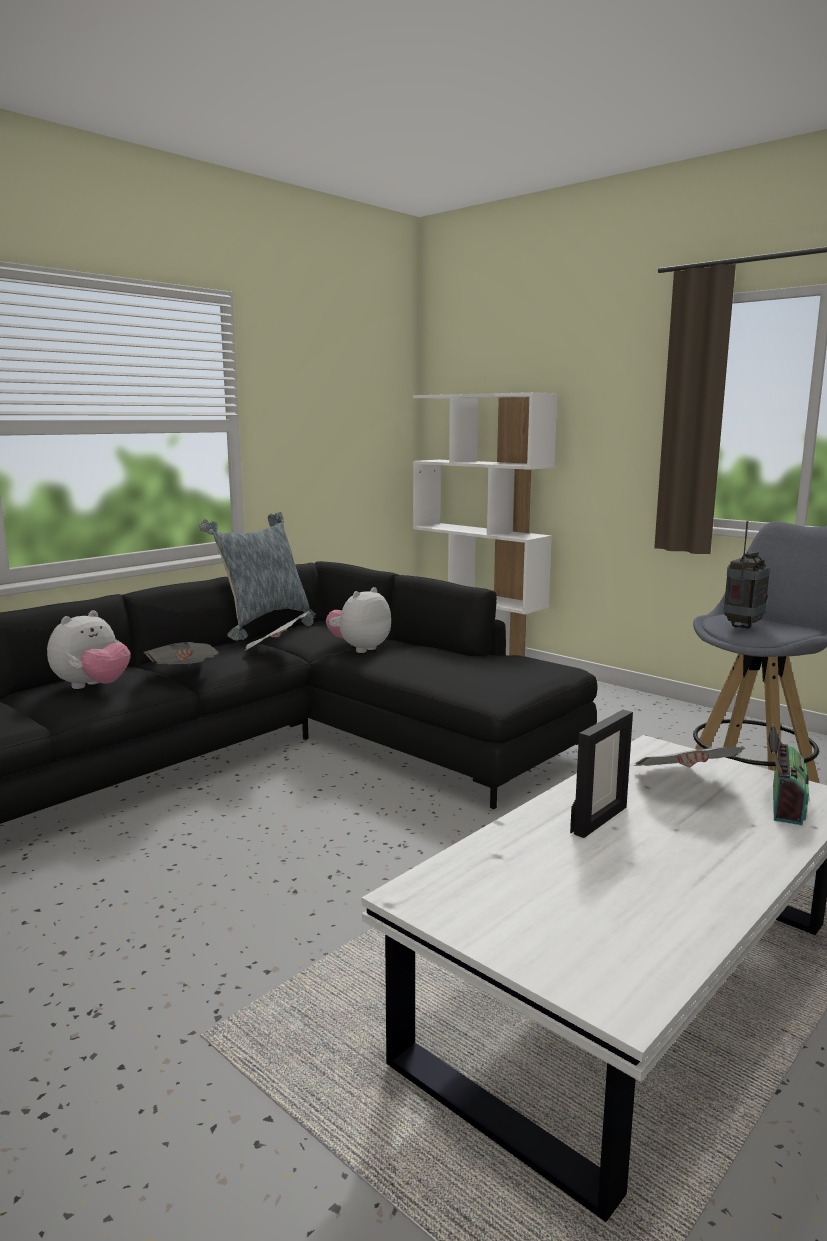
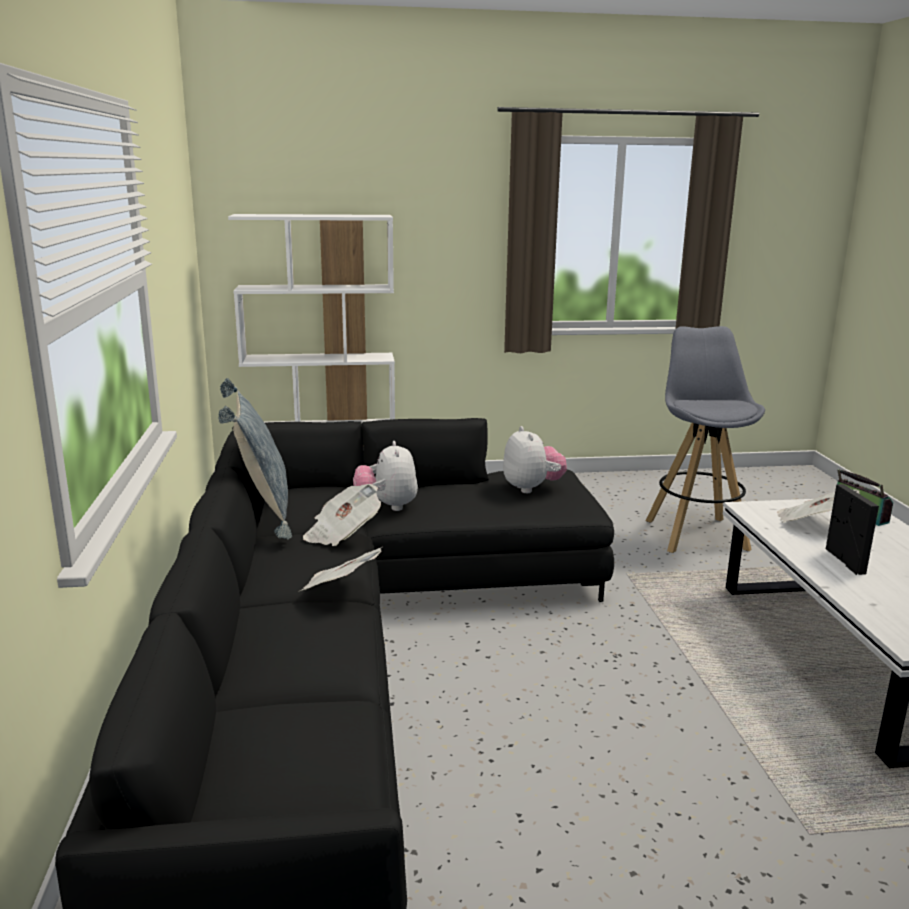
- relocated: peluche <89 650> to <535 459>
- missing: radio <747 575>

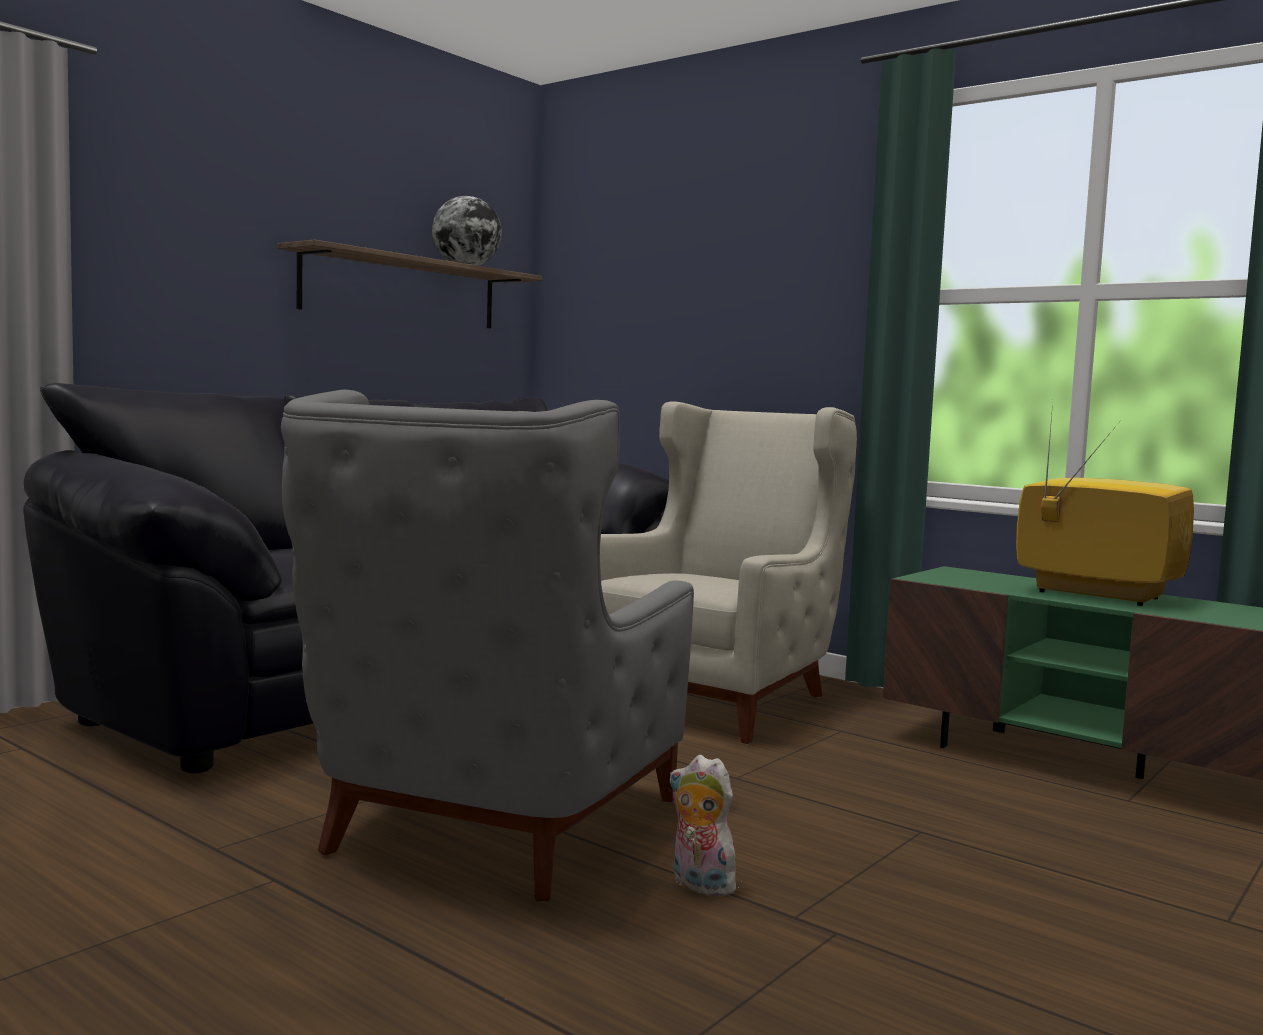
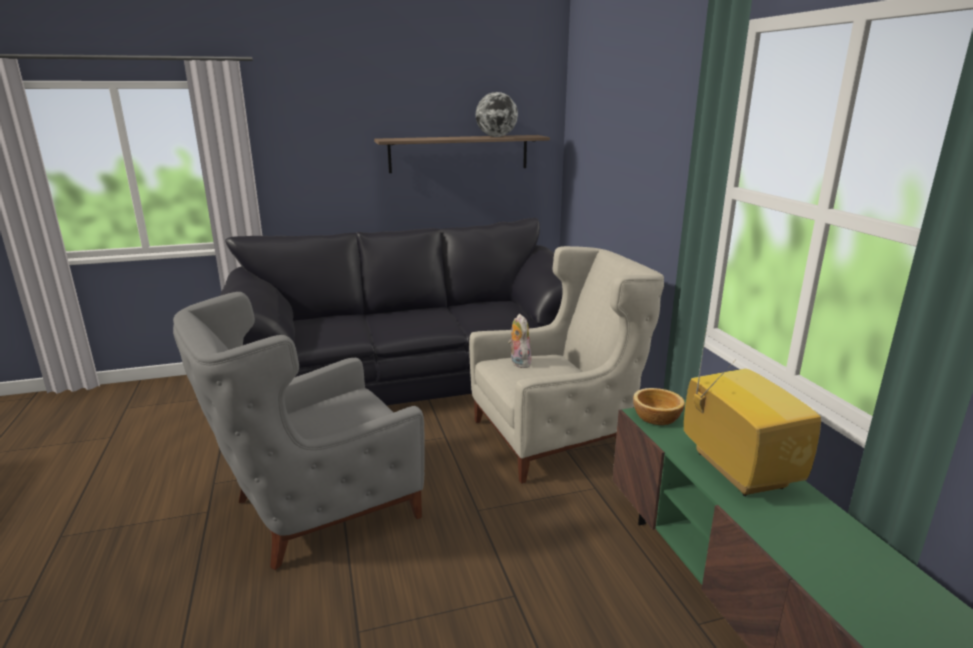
- relocated: peluche <707 826> to <520 341>
- appeared: bol <659 406>

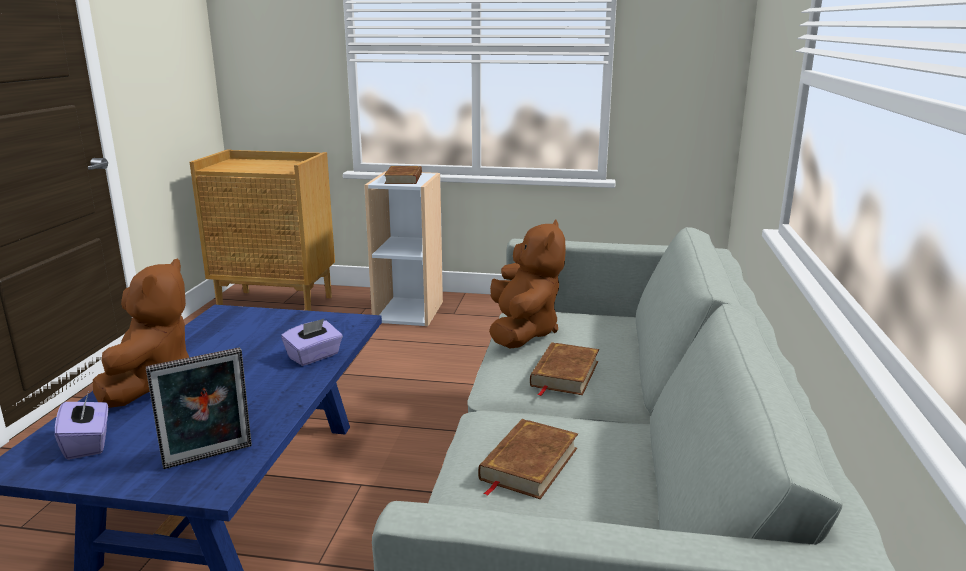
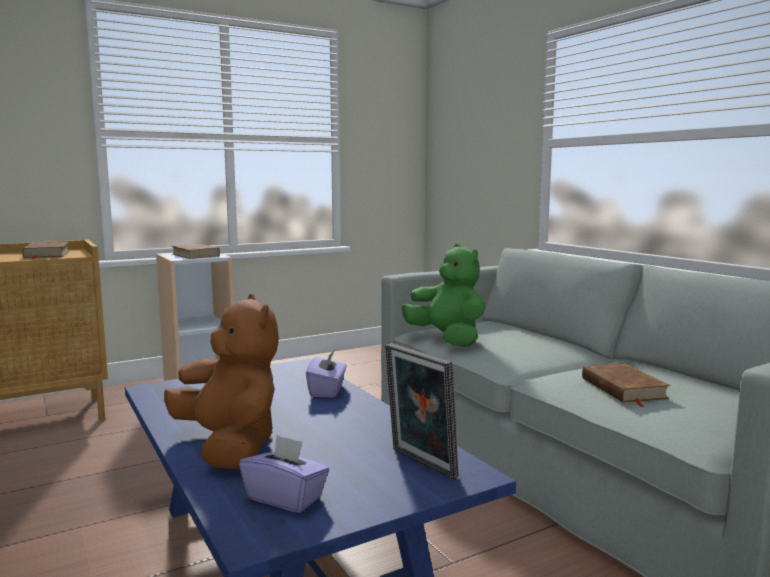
- spun: cadre photo <199 408> = <421 411> 120 degrees clockwise
- colour: peluche/marron <527 283> to peluche/vert <443 295>
- relocated: livre/marron <564 369> to <45 250>

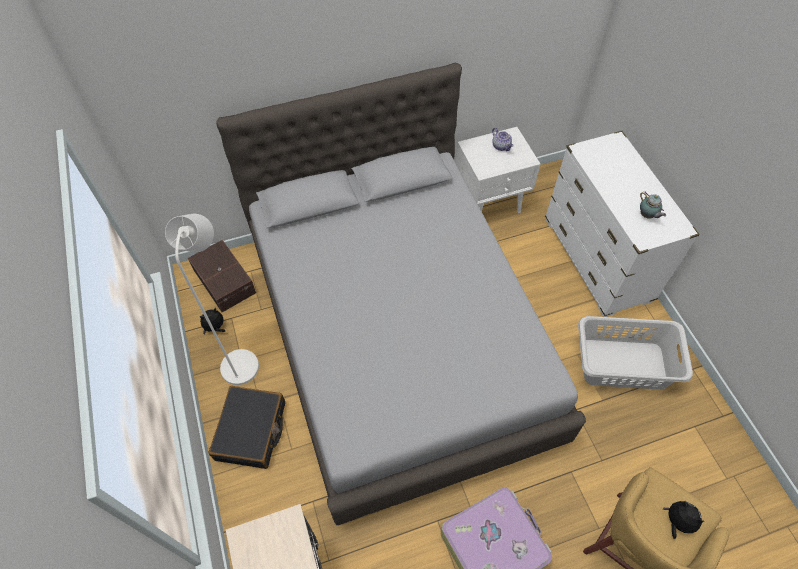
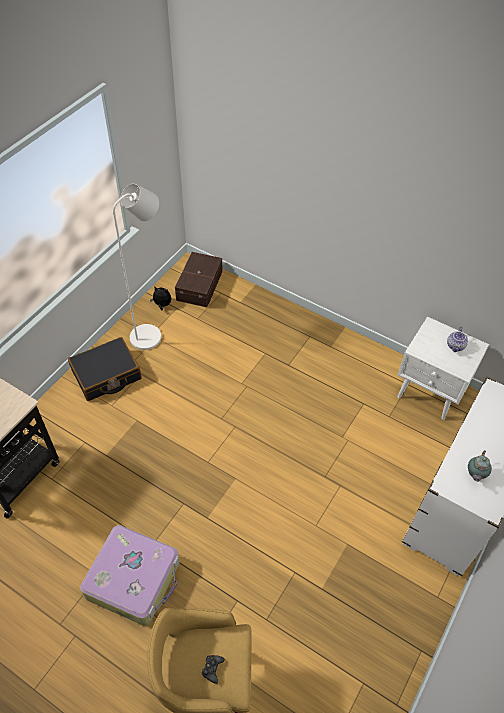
- missing: lit/gris <401 294>
- missing: panier à linge/gris <635 352>
- exchanged: peluche <683 520> to manette/noir <213 669>

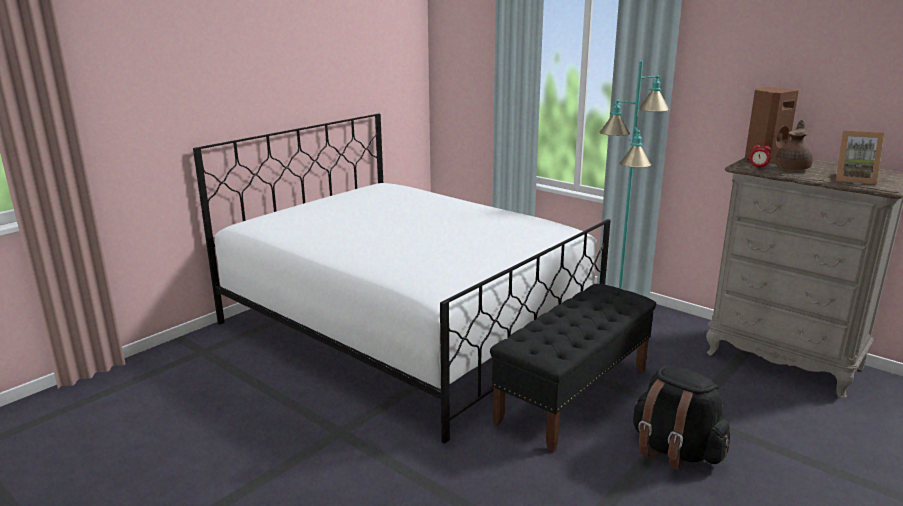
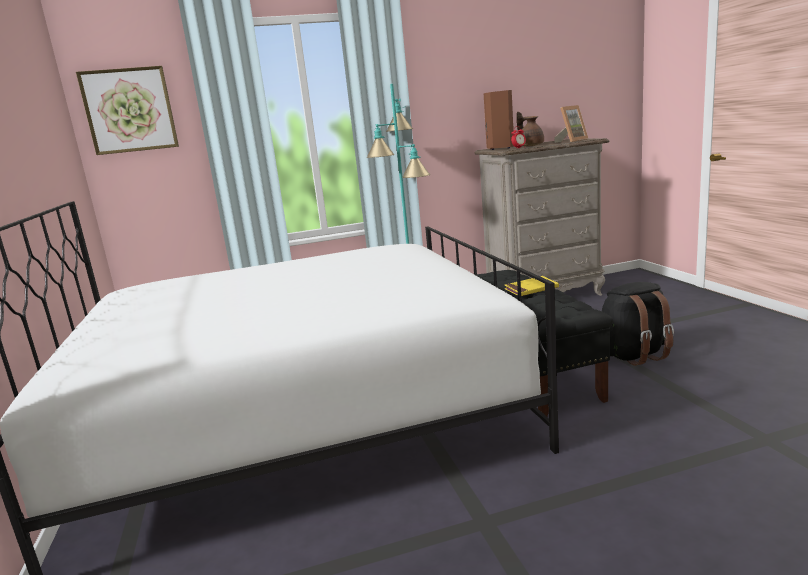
- appeared: tableau <127 110>
- appeared: livre/jaune <532 286>

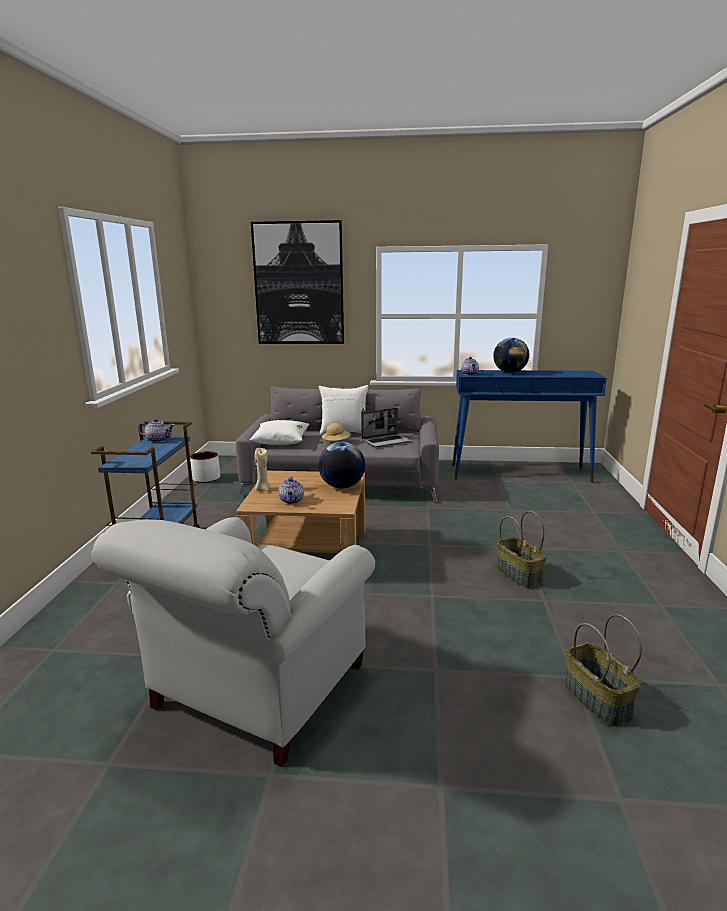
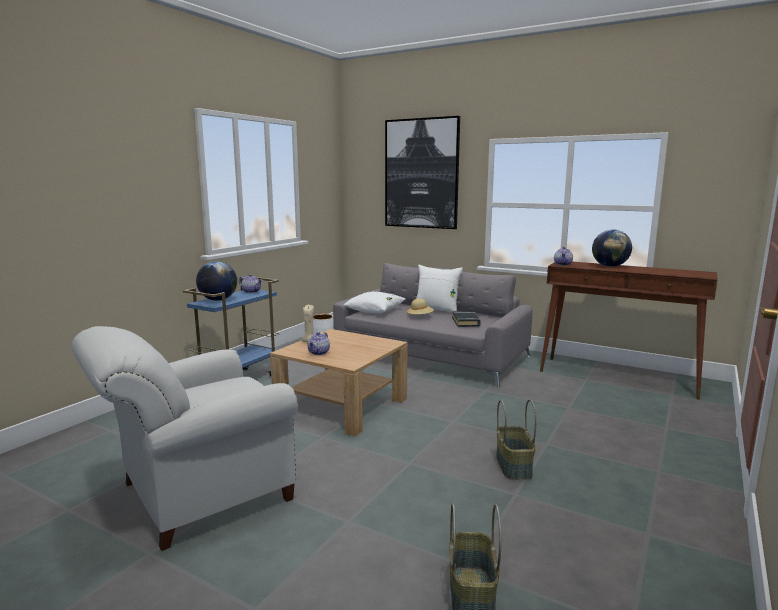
- relocated: globe <341 465> to <216 281>
- exchanged: ordinateur portable <386 427> to livre/noir <466 319>
- colour: table console/bleu <529 426> to table console/marron <629 331>

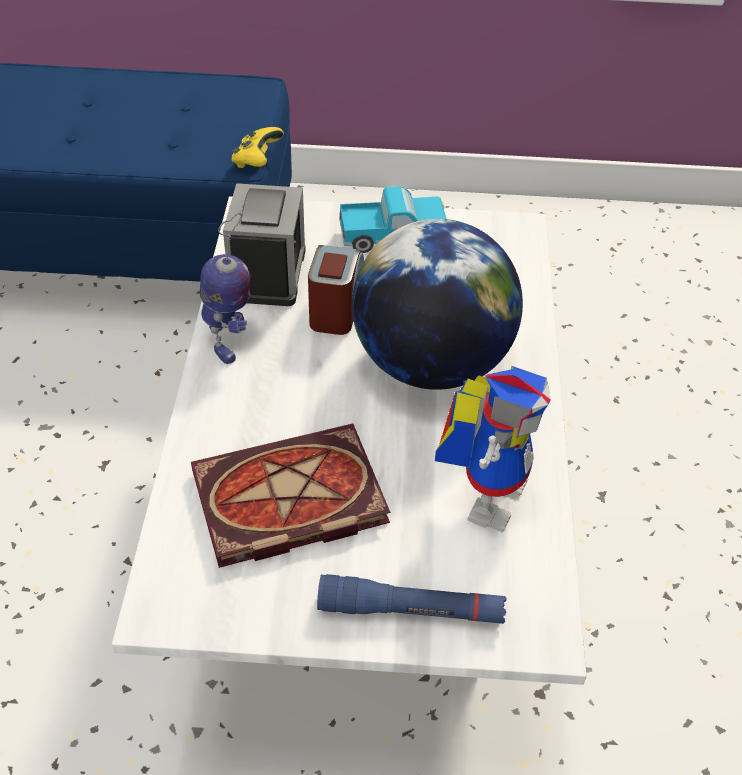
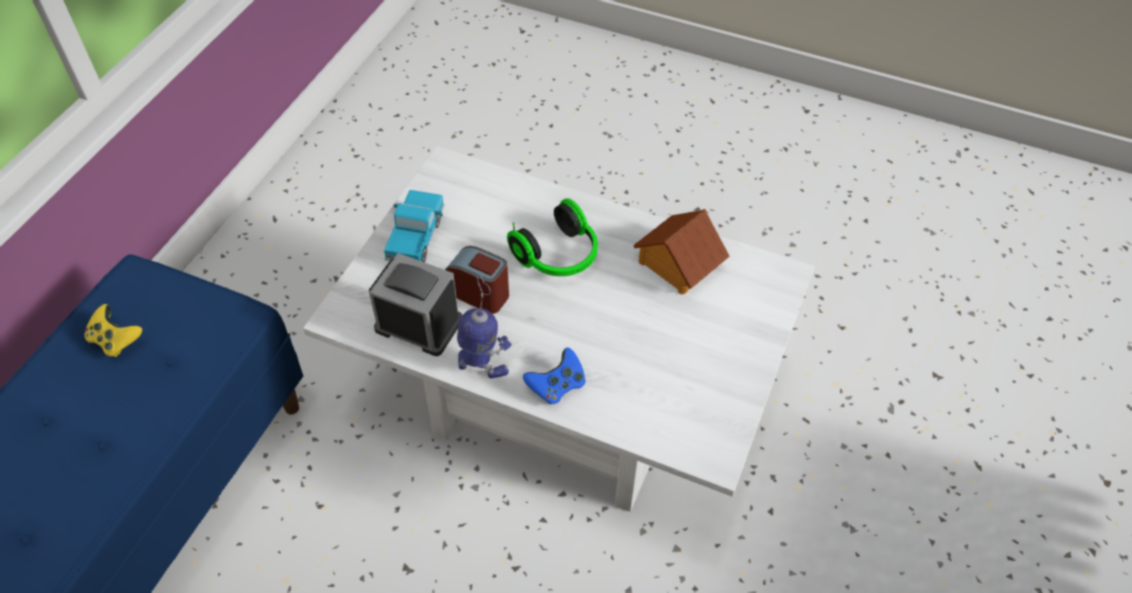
- missing: livre <290 495>
- relocated: manette/jaune <257 147> to <113 330>
- missing: lampe de poche/bleu <412 599>
- exchanged: globe <437 304> to casque audio <552 237>
- exchanged: robot jouet <493 449> to maison miniature <681 252>
- appeared: manette/bleu <554 375>

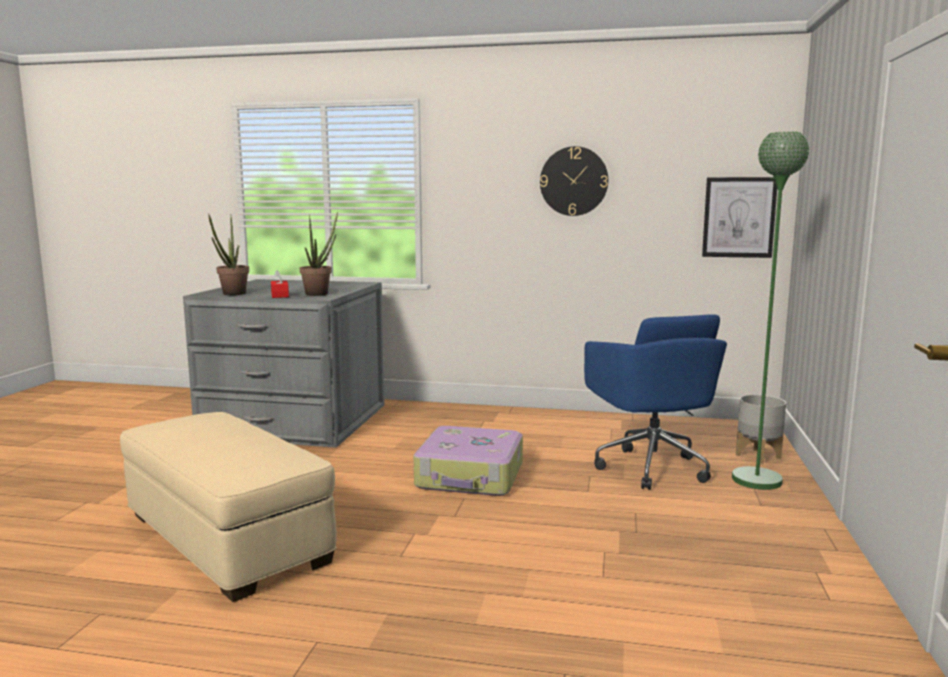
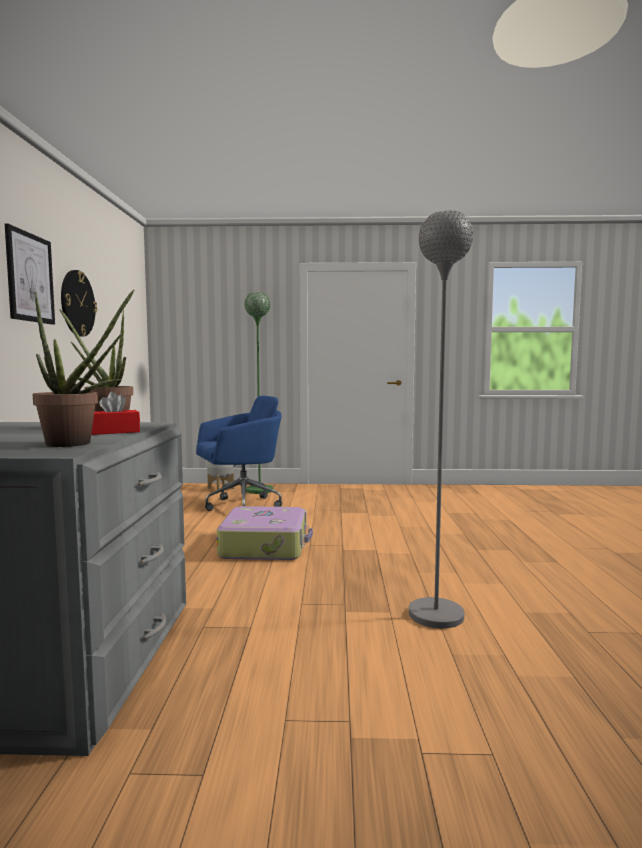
- exchanged: pouf/beige <228 507> to lampadaire/gris <441 419>
- relocated: tableau <739 217> to <30 274>

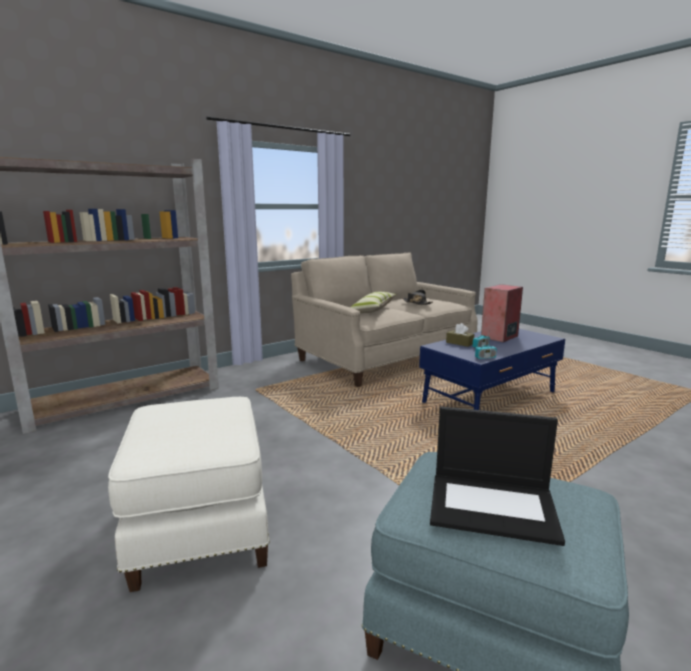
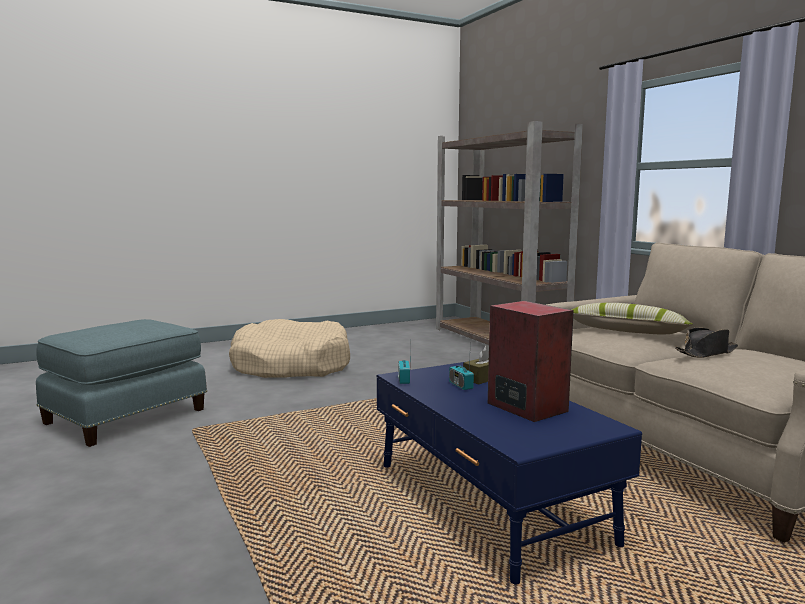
- exchanged: pouf/blanc <189 494> to panier pour chien/beige <289 348>
- missing: ordinateur portable <497 476>

